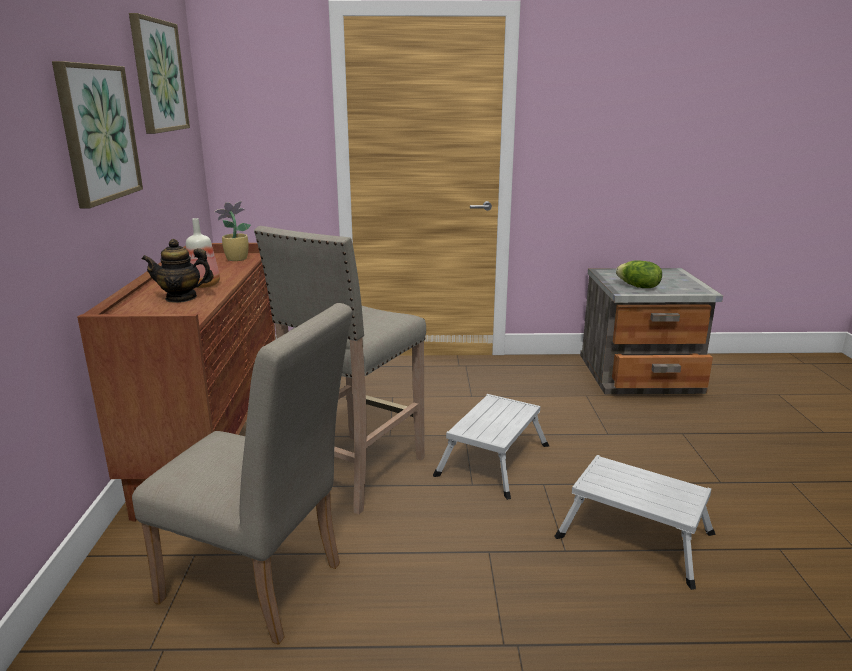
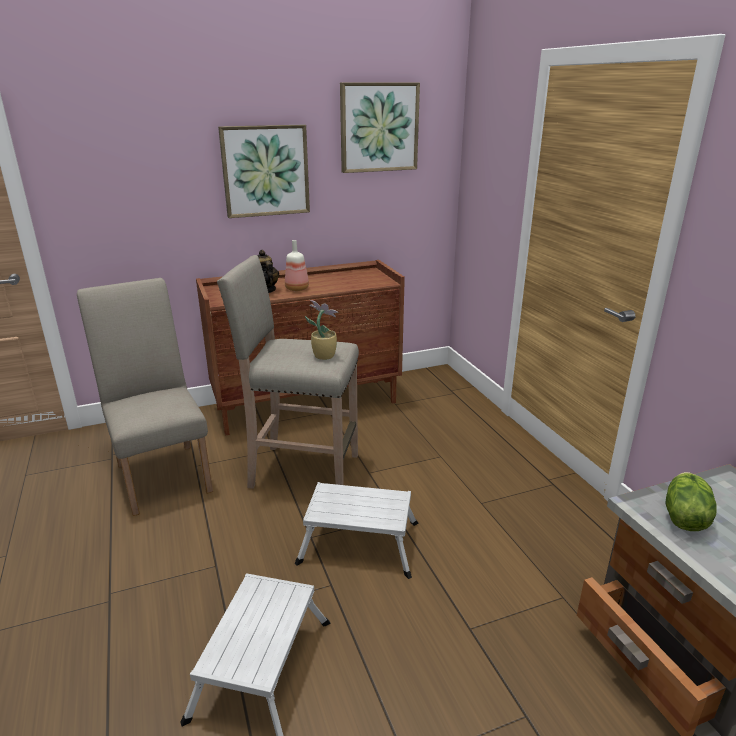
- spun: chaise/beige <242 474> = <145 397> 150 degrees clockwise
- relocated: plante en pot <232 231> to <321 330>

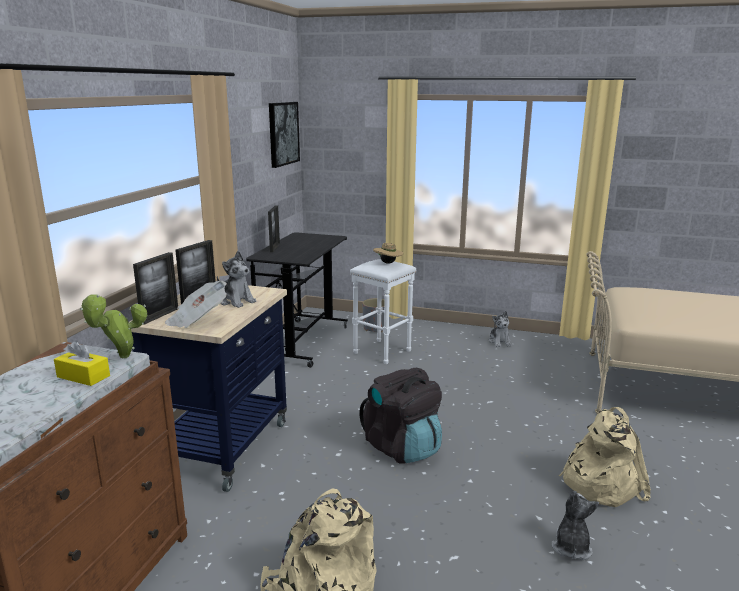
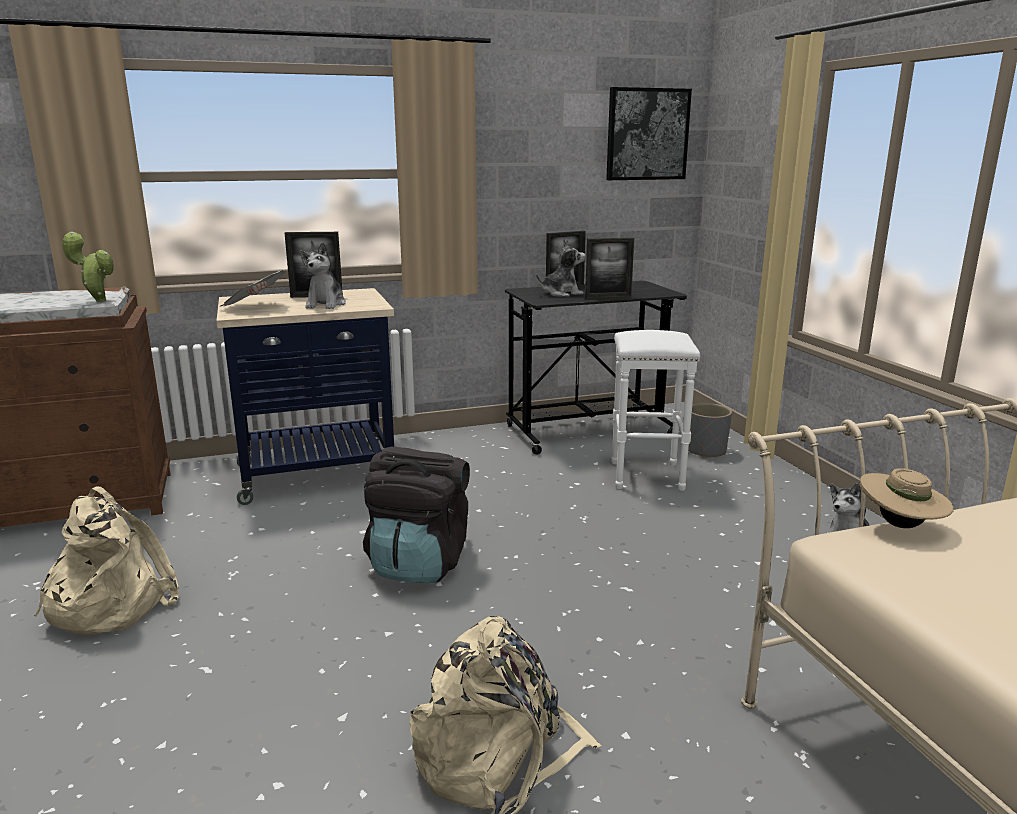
- missing: boîte à mouchoirs/jaune <82 363>
- relocated: cadre photo <155 288> to <609 268>
- relocated: chapeau/beige <388 253> to <907 498>
- relocated: peluche <575 525> to <561 268>

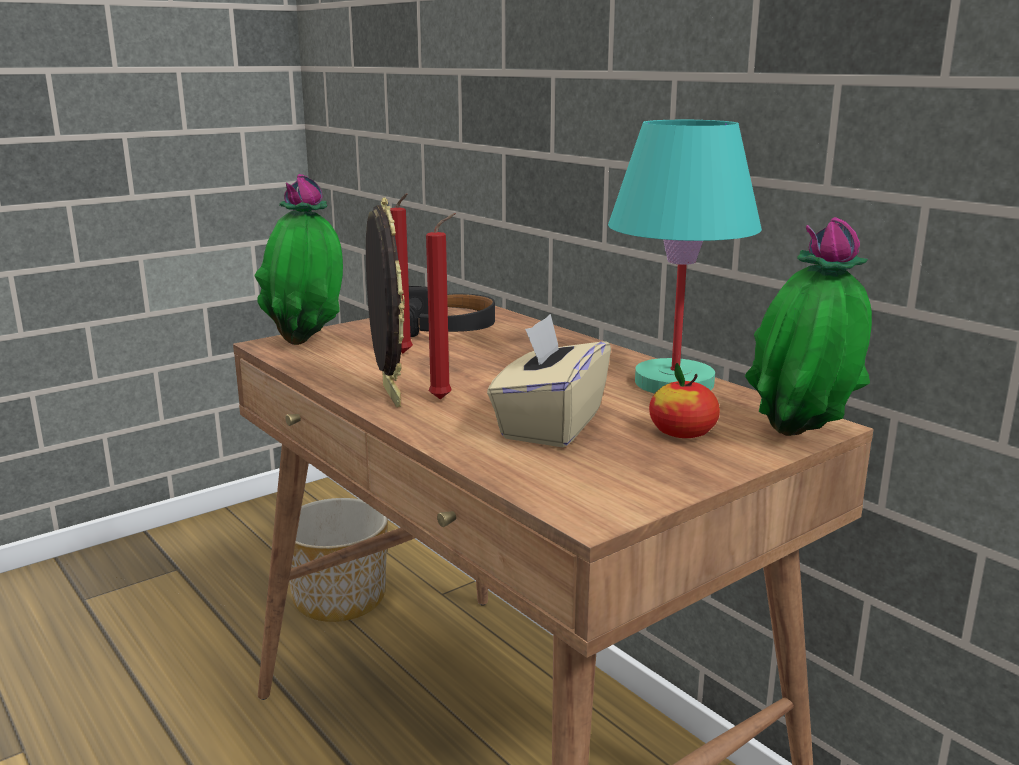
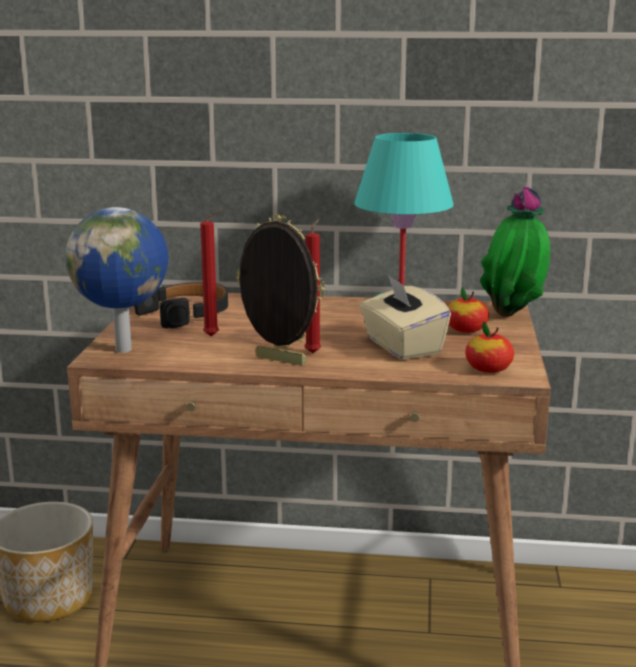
- exchanged: plante en pot <298 259> to globe <117 280>
- appeared: pomme <489 347>

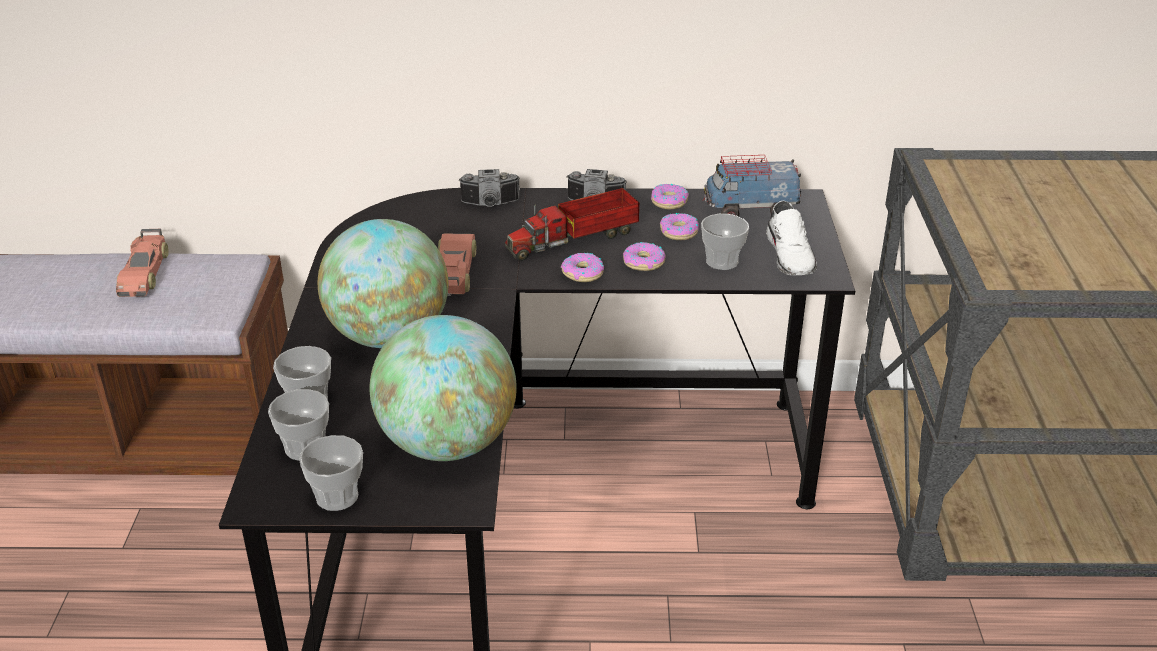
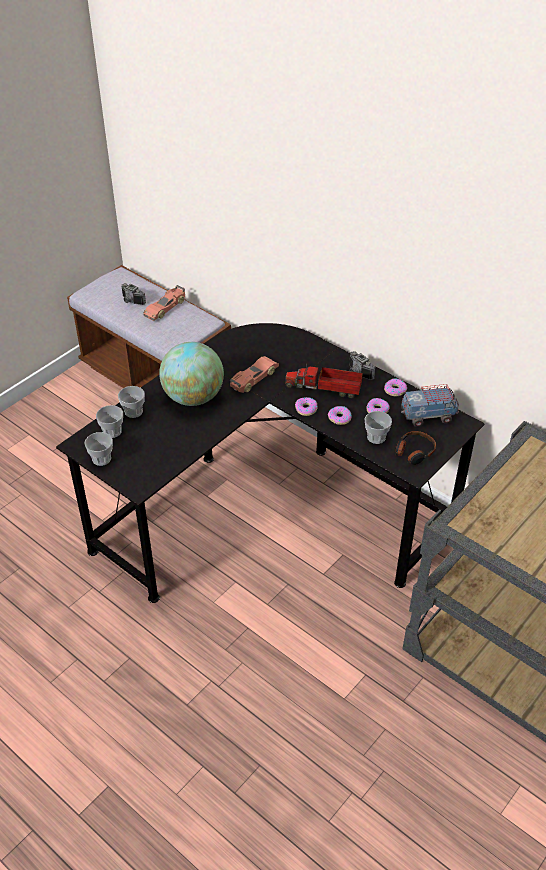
- missing: globe <443 388>
- relocated: appareil photo <489 188> to <134 294>
- spun: camion jouet <751 185> = <430 405> 135 degrees clockwise
- exchanged: chaussure/blanc <791 238> to casque audio <415 448>

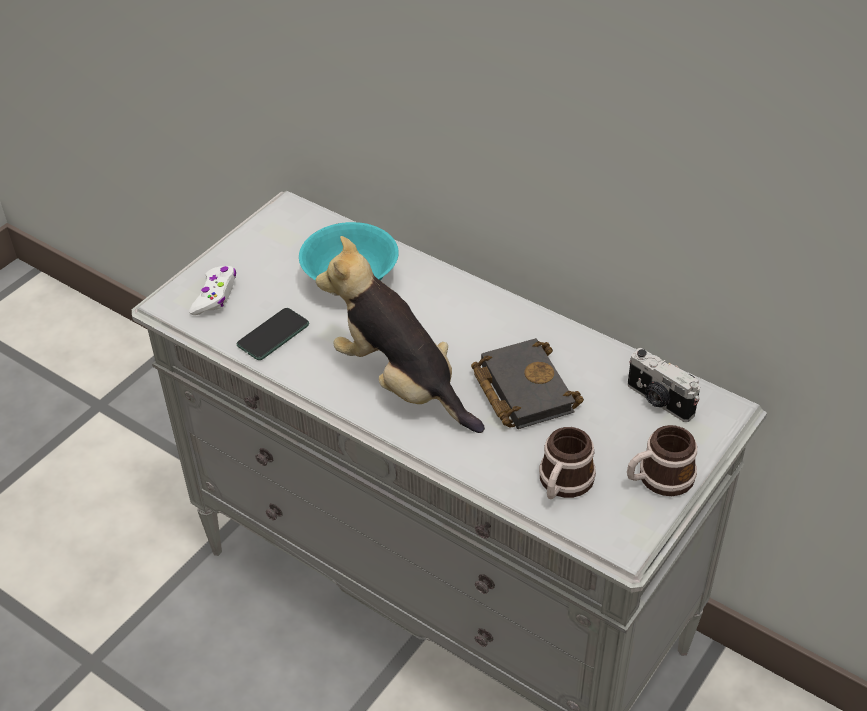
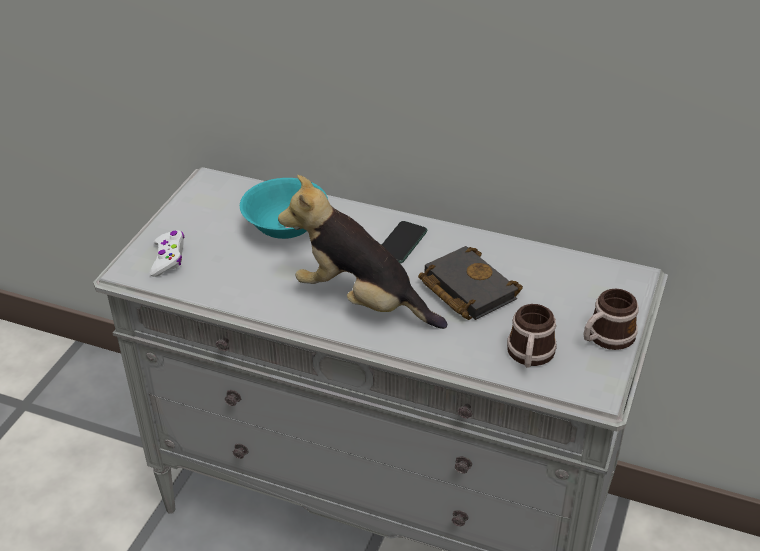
- relocated: téléphone <273 334> to <404 242>
- missing: appareil photo <663 385>

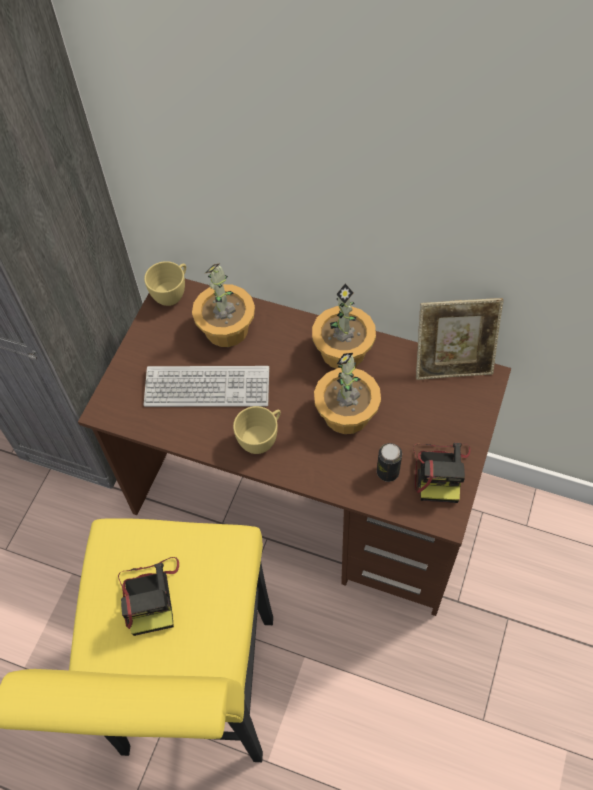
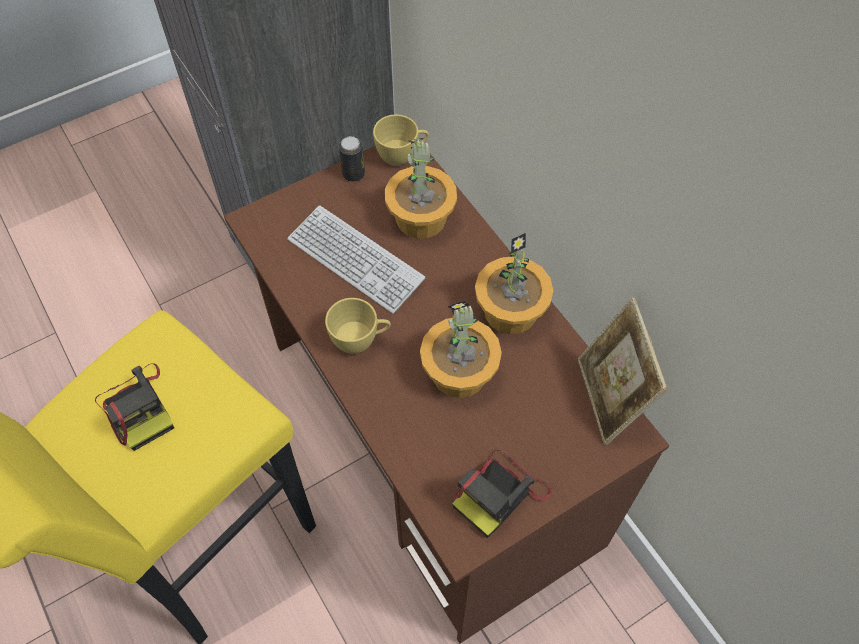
- spun: appareil photo <148 596> = <134 407> 60 degrees counterclockwise
- relocated: boîte métallique <389 462> to <352 159>
- spun: cadre photo <460 339> = <623 371> 45 degrees clockwise

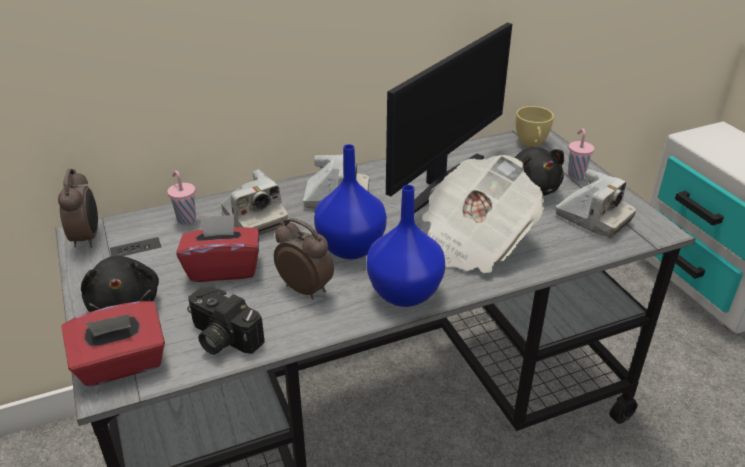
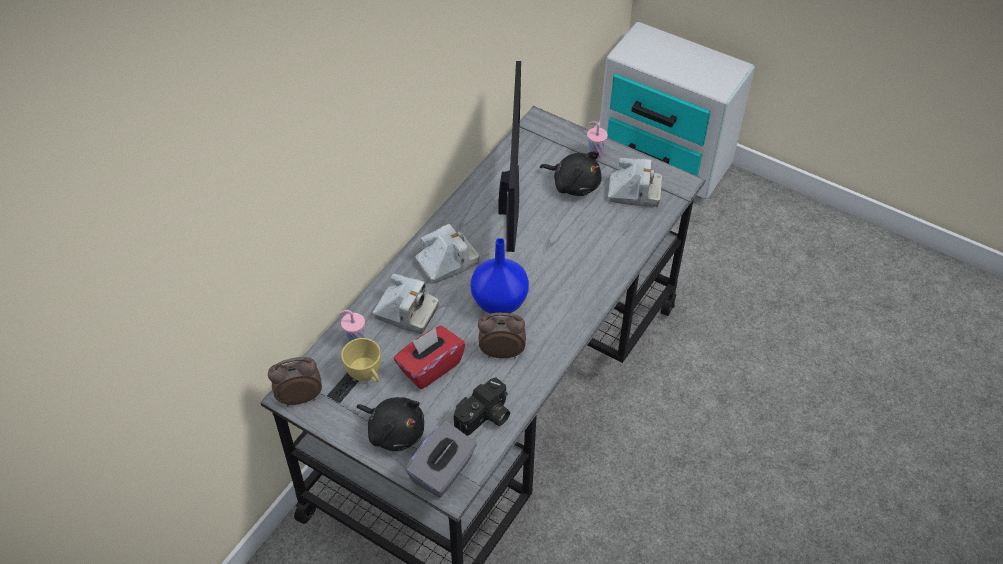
- spun: réveil <78 208> = <295 381> 60 degrees counterclockwise
- colour: boîte à mouchoirs/rouge <113 344> to boîte à mouchoirs/gris <441 458>
- spun: appareil photo <226 320> = <482 406> 45 degrees counterclockwise
- missing: vase/bleu <405 246>
- missing: journal <483 214>
- relocated: tasse/jaune <535 126> to <361 360>

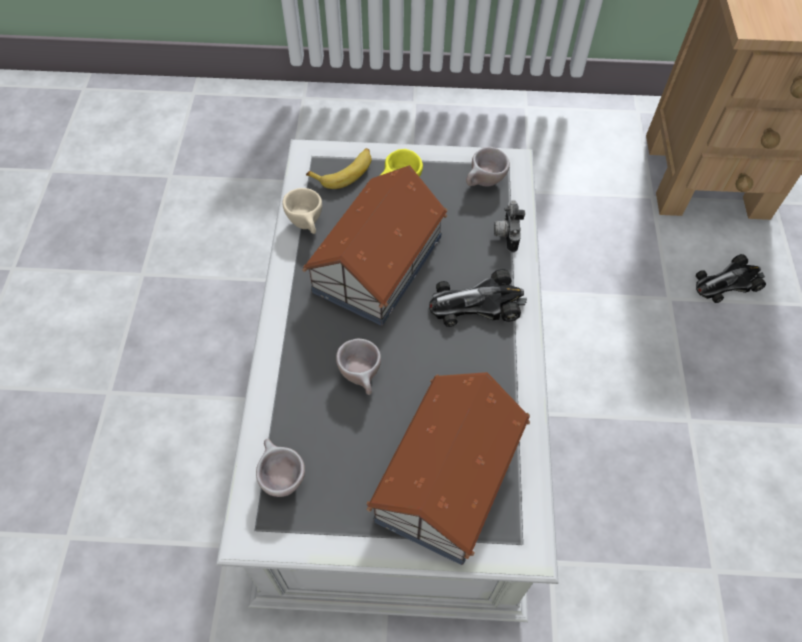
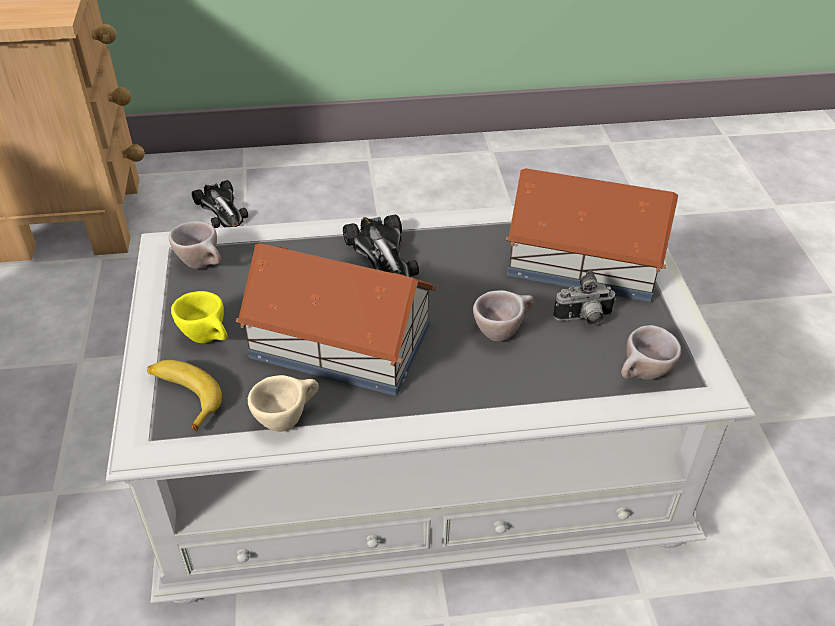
- relocated: appareil photo <509 226> to <584 297>

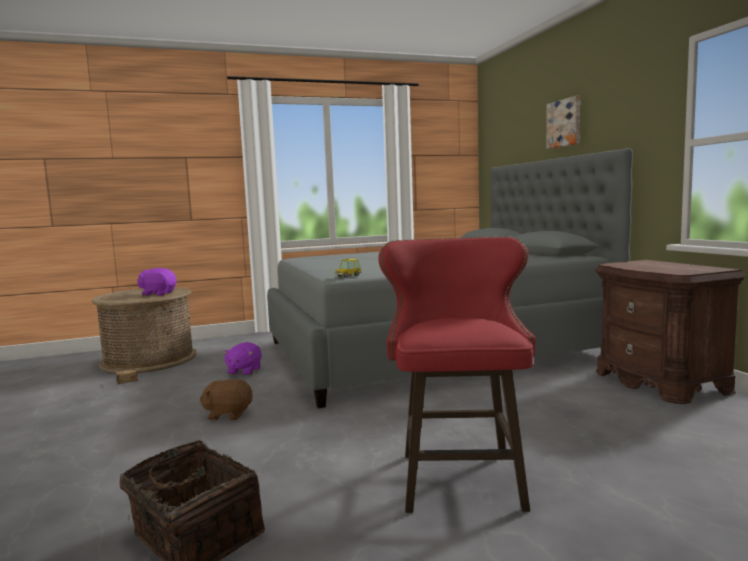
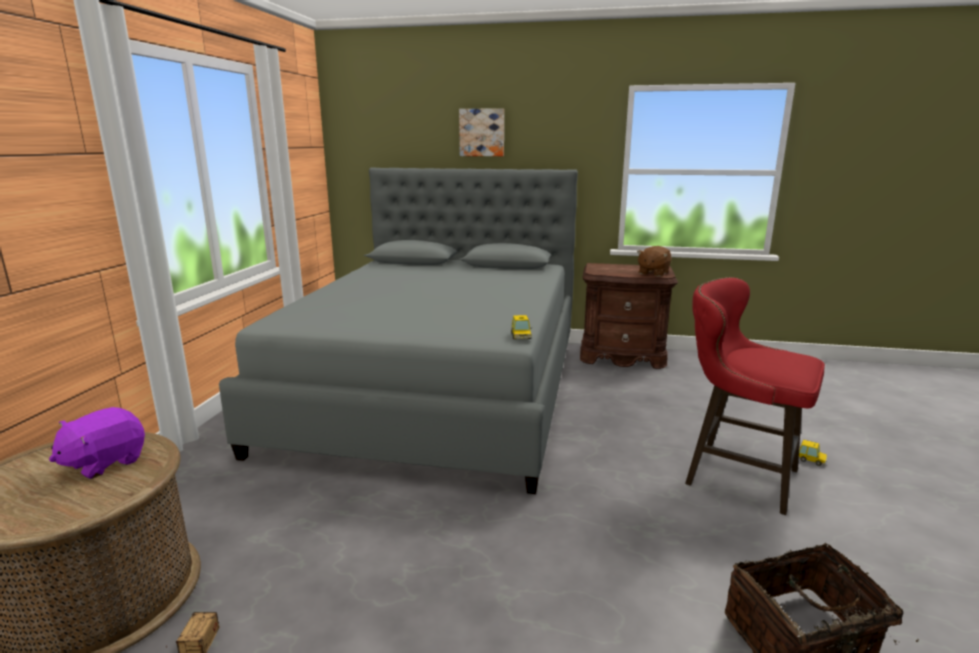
- relocated: peluche/marron <226 399> to <654 261>
- missing: peluche/violet <242 359>
- appeared: petite voiture <813 452>

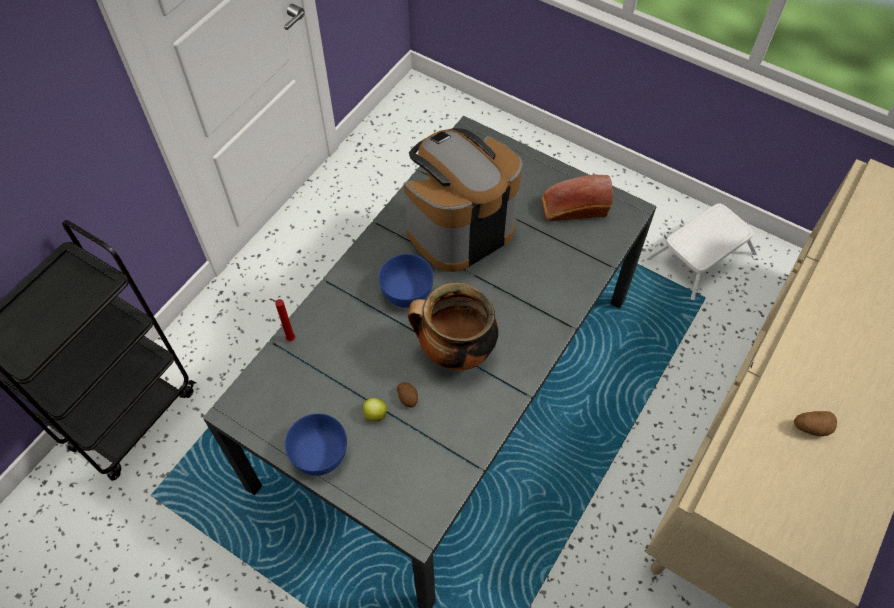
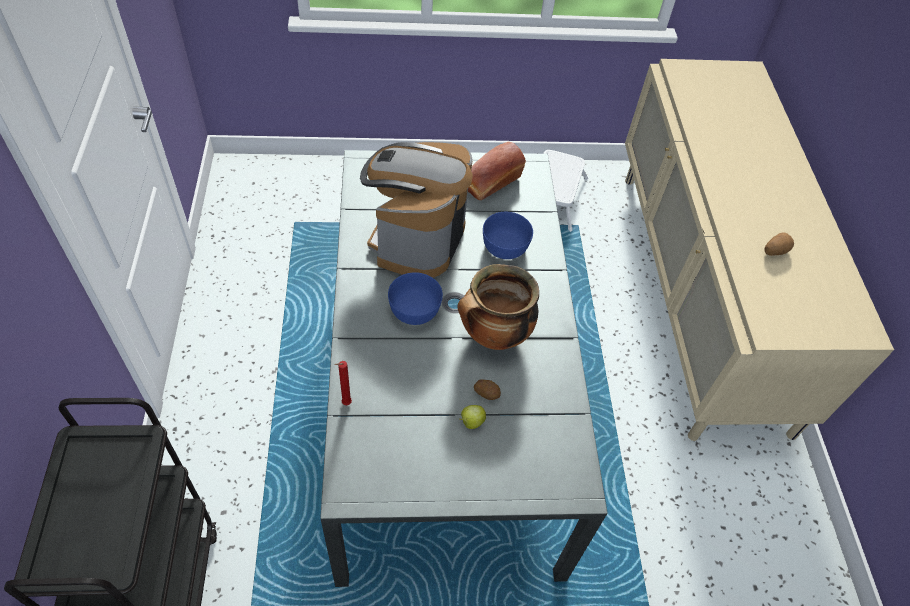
- relocated: bol/bleu <316 444> to <508 235>

